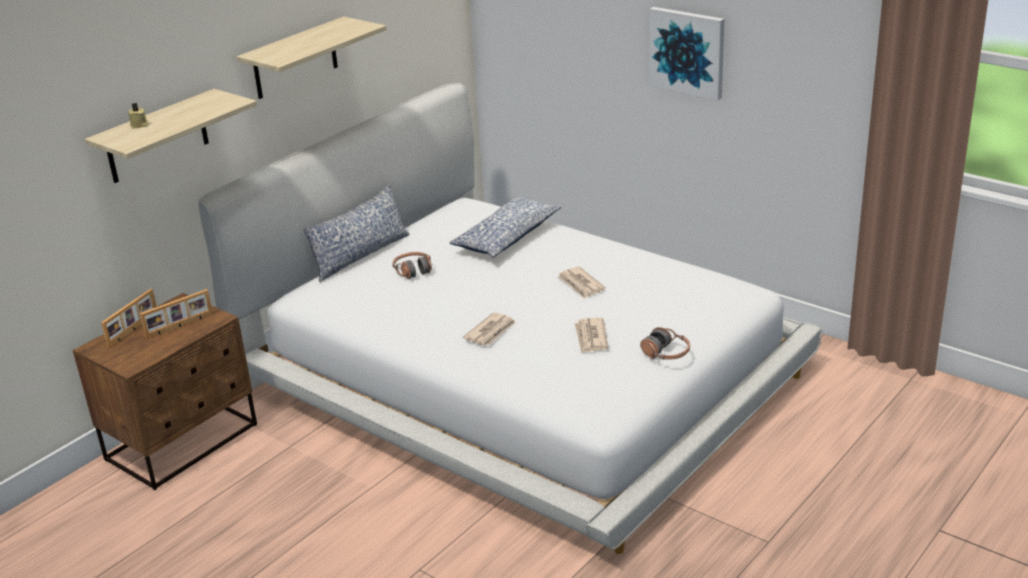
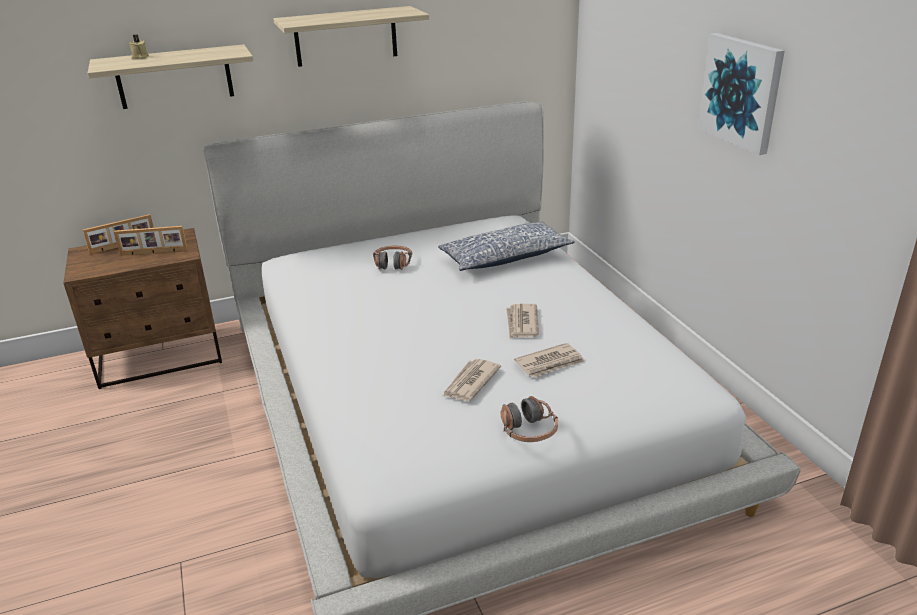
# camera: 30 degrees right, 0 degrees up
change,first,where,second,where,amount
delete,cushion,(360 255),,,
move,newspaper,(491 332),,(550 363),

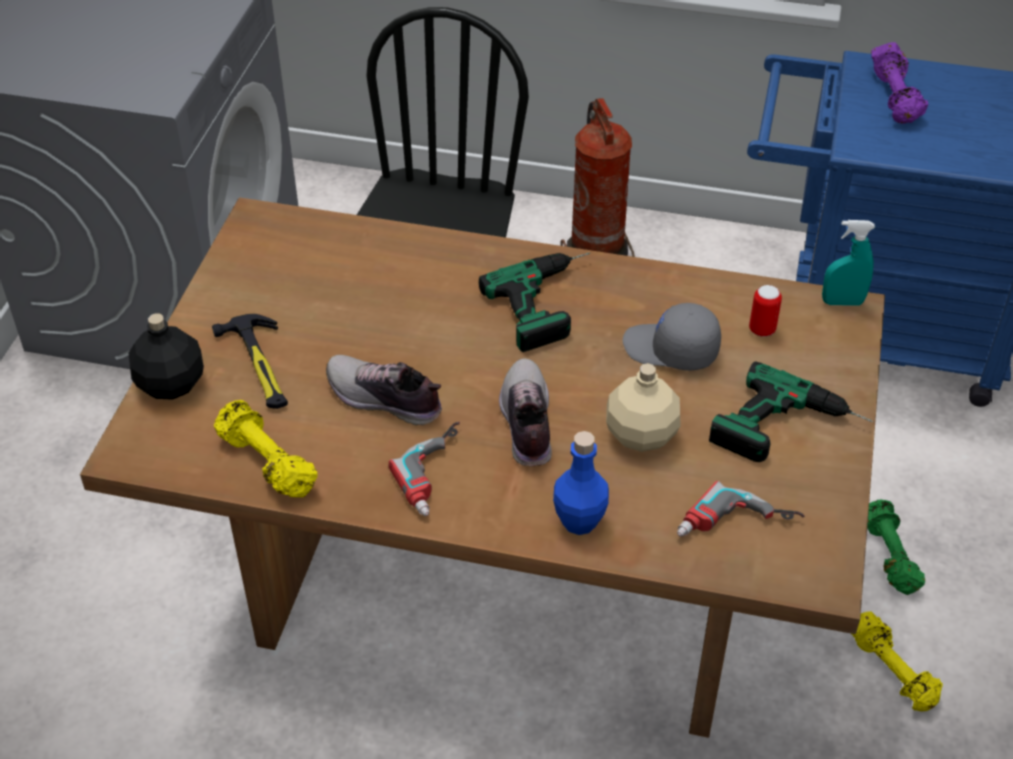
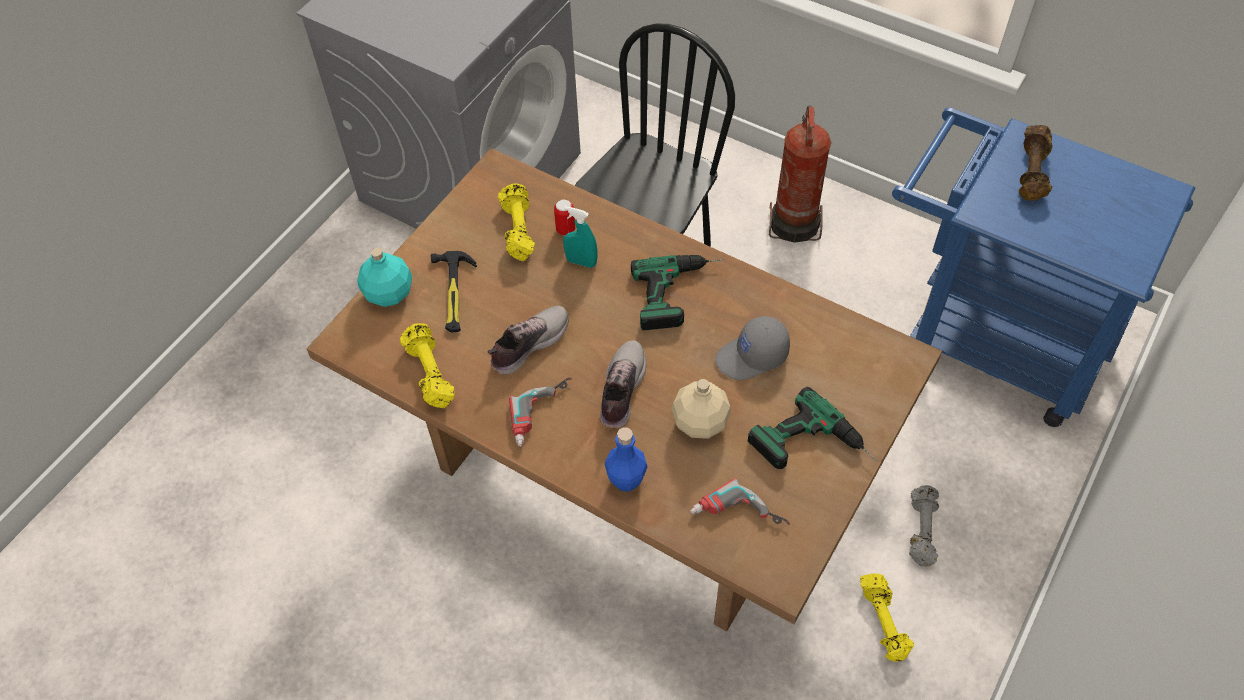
# camera: 20 degrees right, 10 degrees up
change,first,where,second,where,amount
insert,,,yellow_free_weight,(517 230),
move,can,(762 330),,(565 230),
move,turquoise-coloured_sprayer,(842 302),,(581 262),
recolor,black_bottle,(171 385),turquoise-coloured_bottle,(389 294),
recolor,greenish_free_weight,(888 556),greyish_free_weight,(920 530),
recolor,purplish_free_weight,(895 97),brown-coloured_free_weight,(1033 173),
rotate,shoe,(384 400),,(528 345),90 degrees clockwise
rotate,greyish_baseball_cap,(670 350),,(752 357),60 degrees counterclockwise

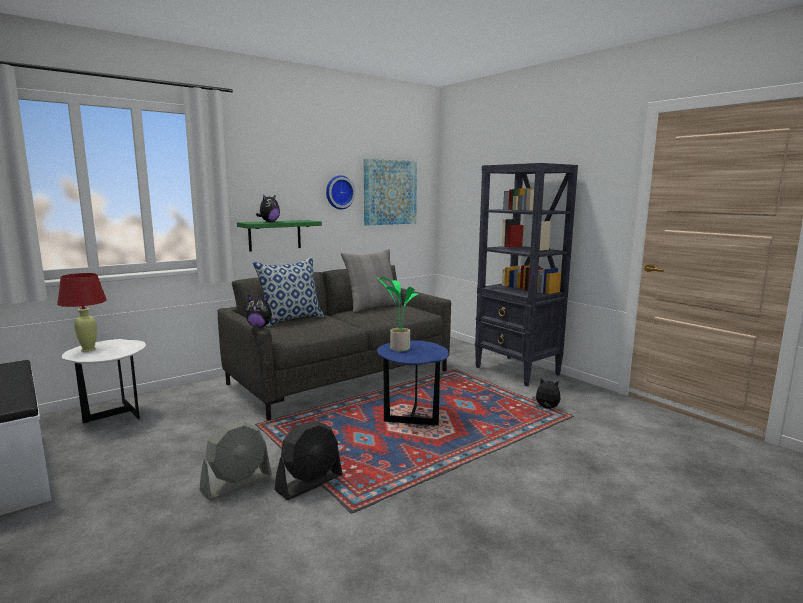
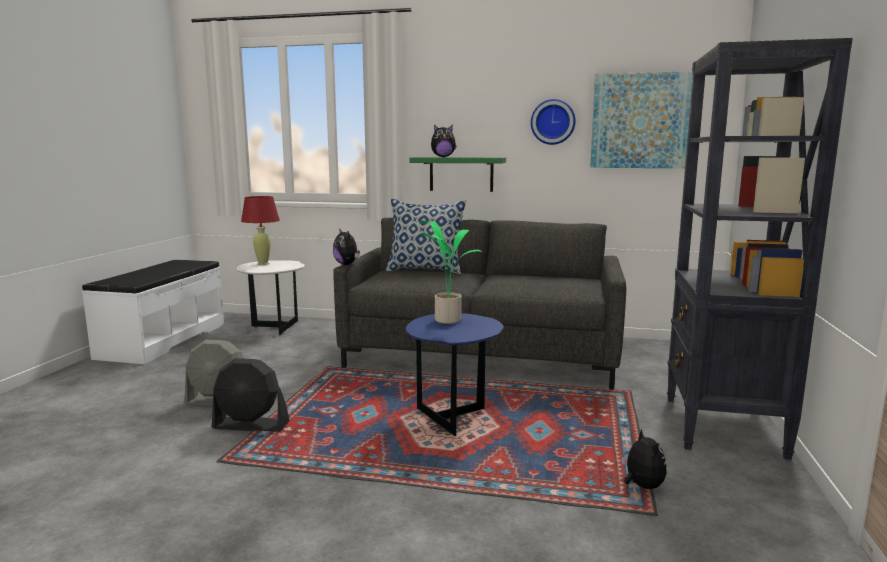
# camera: 50 degrees right, 0 degrees up
change,first,where,second,where,amount
delete,greyish_cushion,(372 307),,,

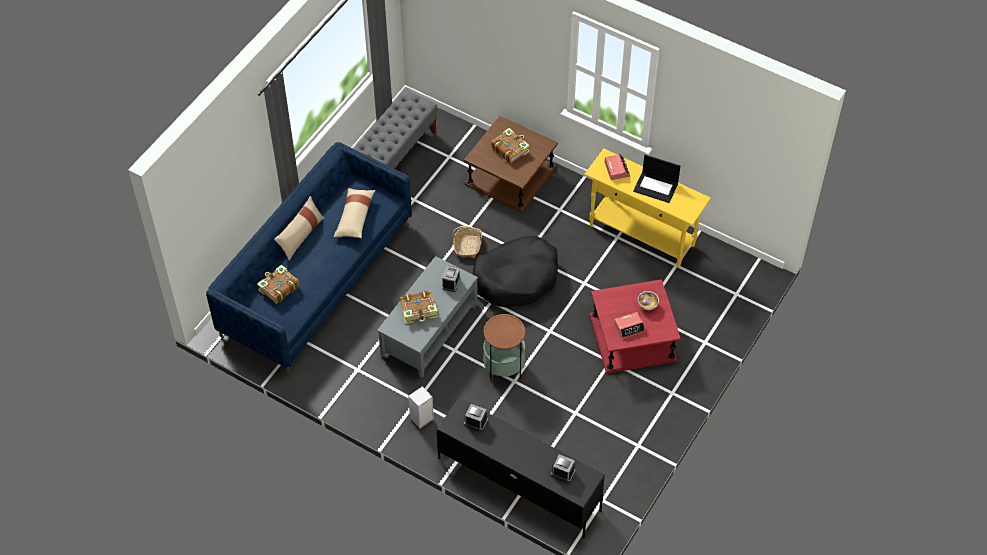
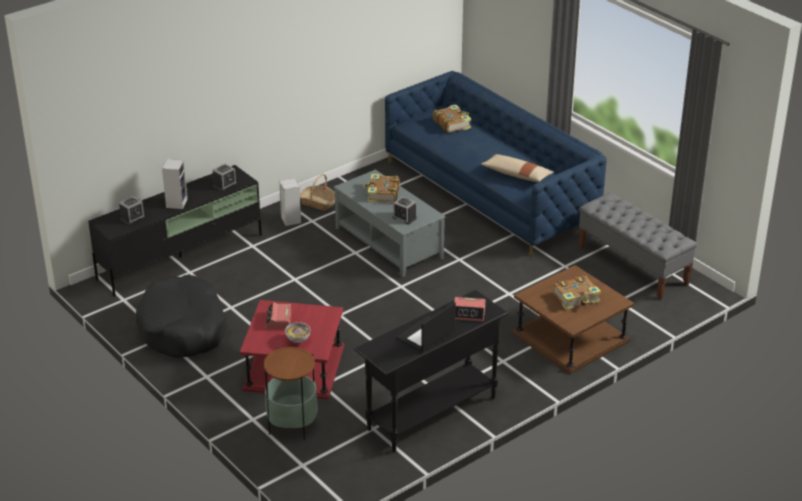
# camera: 110 degrees right, 20 degrees down
change,first,where,second,where,amount
delete,sand-coloured_cushion,(301 236),,,
insert,,,speaker,(176 202),
move,household_basket,(468 246),,(318 203),
move,black_dog_bed,(516 278),,(183 329),
move,accent_table,(504 367),,(292 425),
recolor,yellow_hall_table,(642 236),black_hall_table,(431 413),

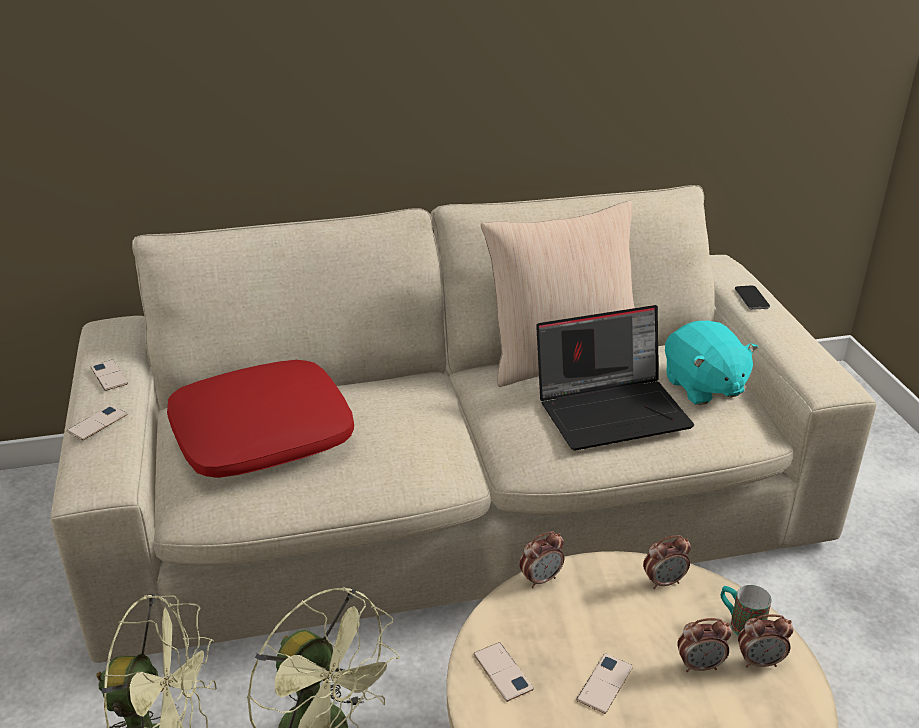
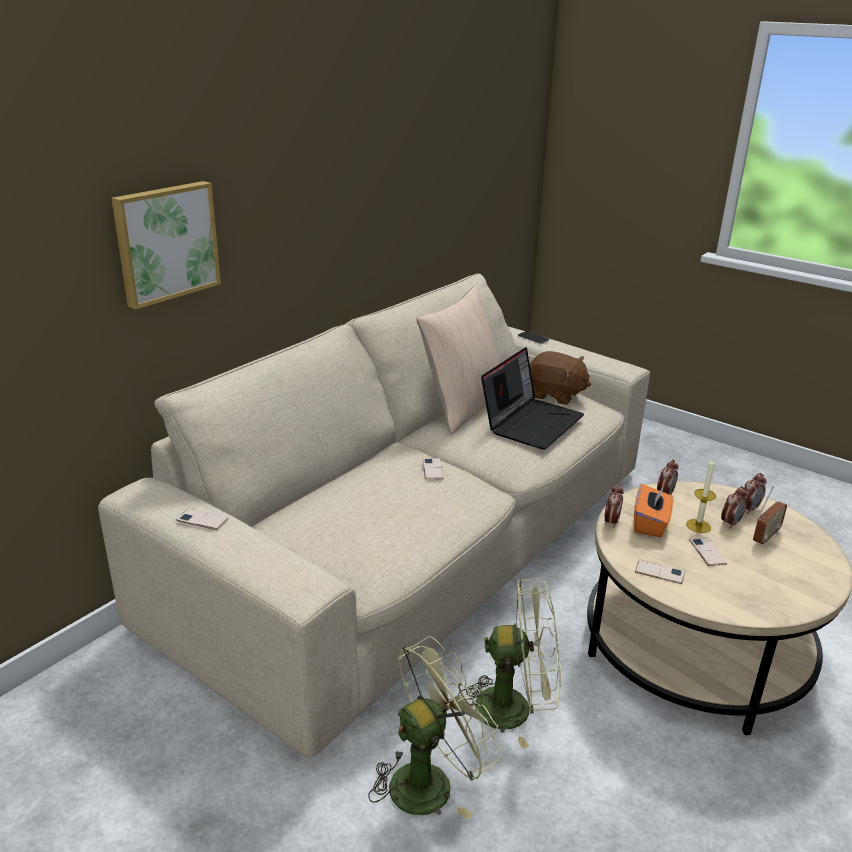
# camera: 40 degrees left, 5 degrees down
change,first,where,second,where,amount
delete,red-coloured_cushion,(262 434),,,
delete,mug,(739 624),,,
insert,,,wall_art,(165 242),
insert,,,orange_tissue_box,(650 524),
insert,,,wax_candle,(698 526),
insert,,,radio,(765 537),
move,phone,(97 423),,(432 469),
recolor,turquoise-coloured_plush_toy,(703 387),brown-coloured_plush_toy,(555 395),

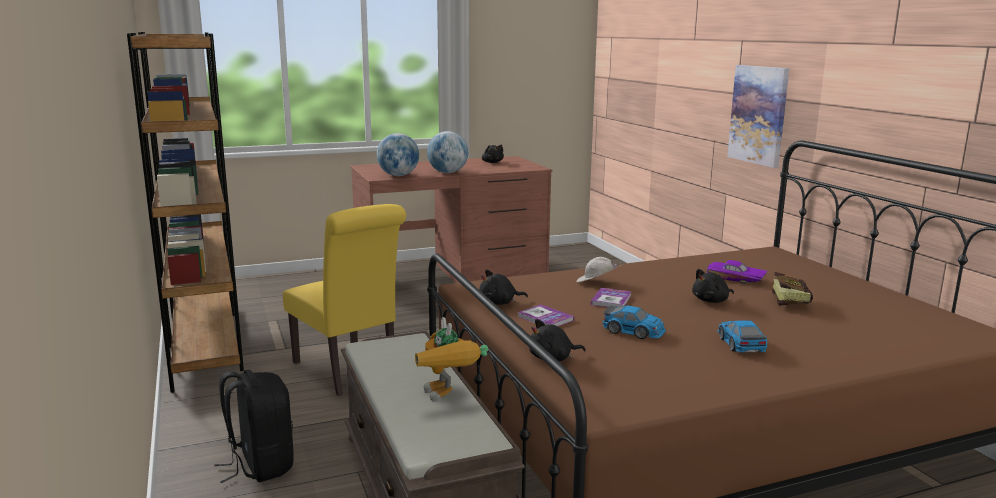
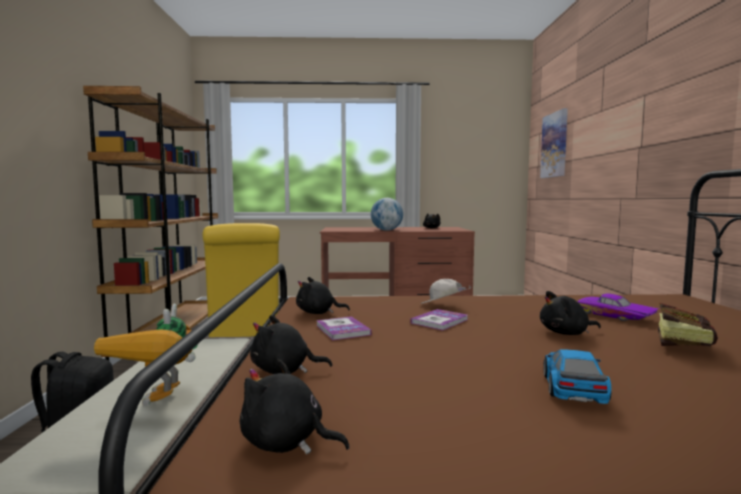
# camera: 20 degrees right, 10 degrees down
change,first,where,second,where,amount
delete,world_globe,(398 175),,,
delete,model_car,(633 331),,,
insert,,,black_plush_toy,(286 443),
move,wall_art,(758 115),,(555 145),

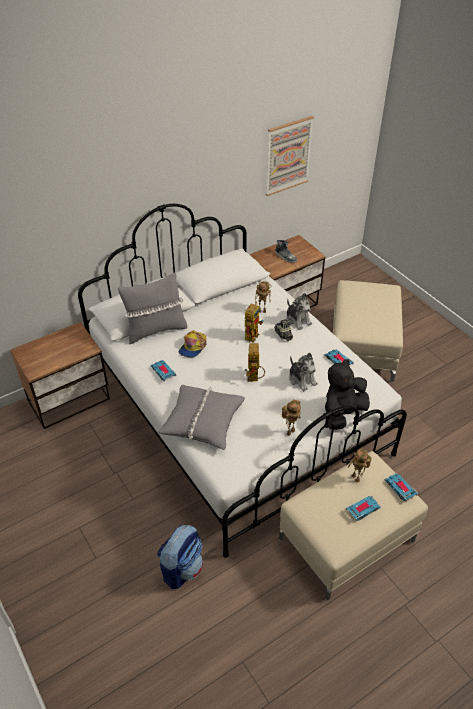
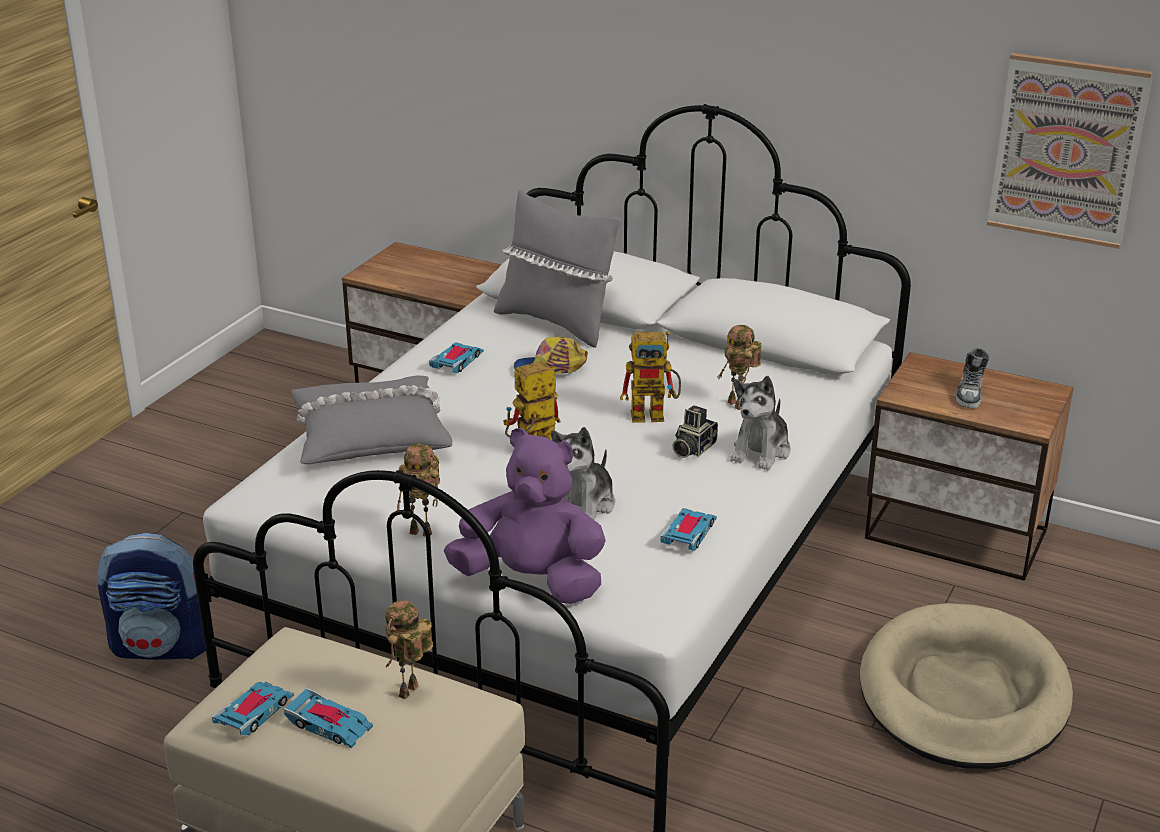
# camera: 60 degrees right, 15 degrees down
change,first,where,second,where,amount
move,model_car,(400 488),,(254 712),
replace,sand-coloured_ottoman,(363 348),sand-coloured_dog_bed,(962 694),
recolor,black_plush_toy,(342 413),purplish_plush_toy,(531 581),

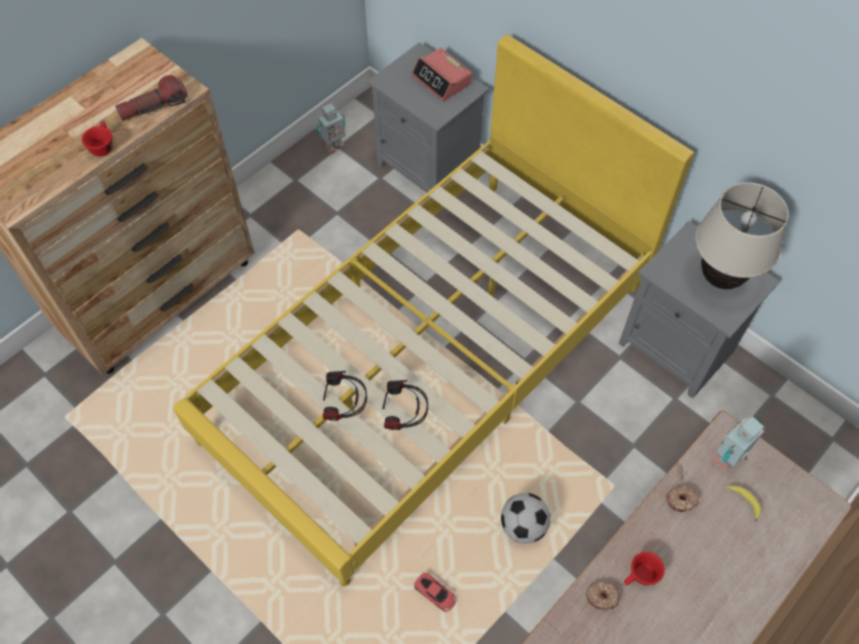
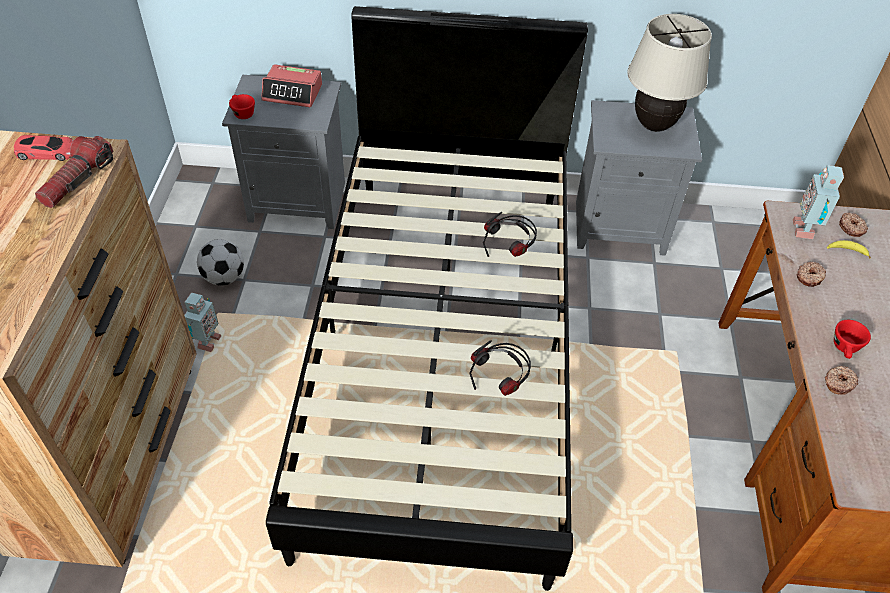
# camera: 40 degrees left, 10 degrees down
change,first,where,second,where,amount
insert,,,donut,(851 228),
move,red-coloured_cup,(102 146),,(242 113),
move,toy_robot,(333 146),,(207 342),
move,headphones,(345 408),,(510 252),
move,red-coloured_model_car,(435 593),,(48 152),
move,ball_for_football,(523 526),,(224 278),
recolor,yellow_bed,(430 360),black_bed,(443 349),

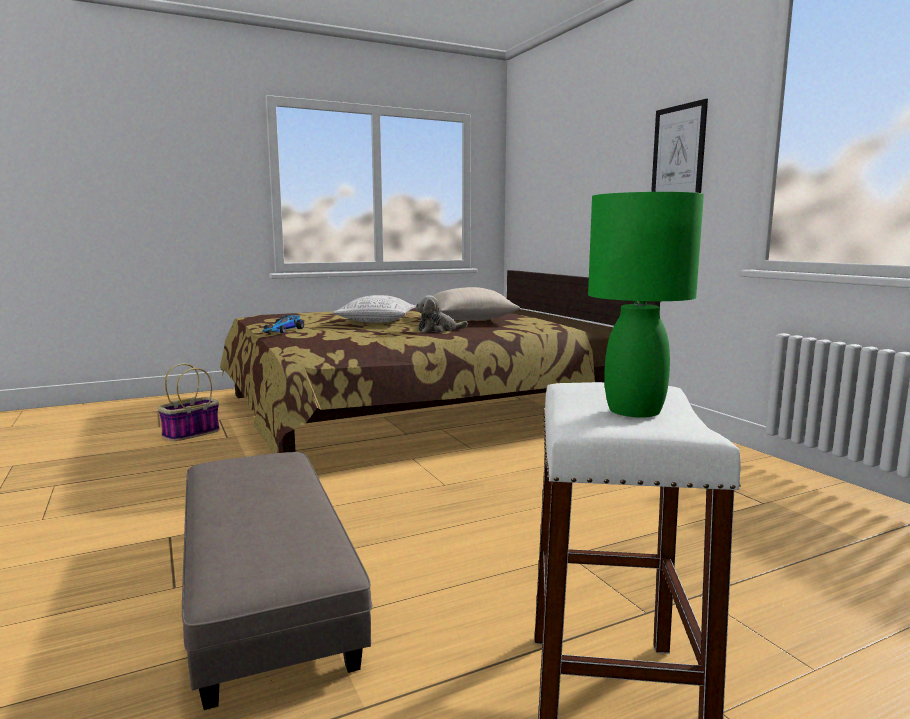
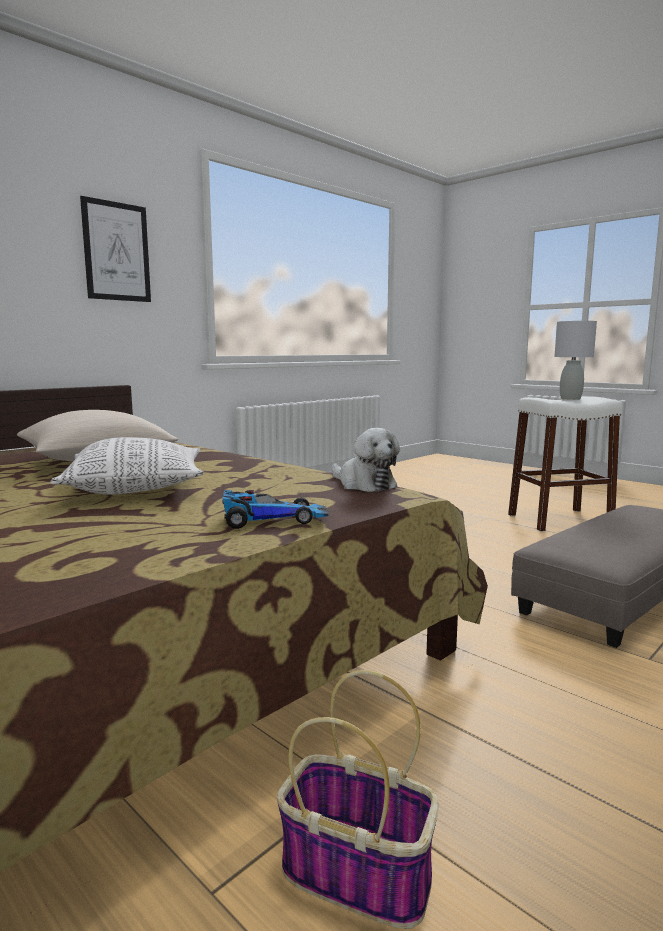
# camera: 110 degrees left, 0 degrees up
change,first,where,second,where,amount
move,plush_toy,(438 330),,(363 484),
recolor,greenish_tabletop_lamp,(634 411),greyish_tabletop_lamp,(570 399),

